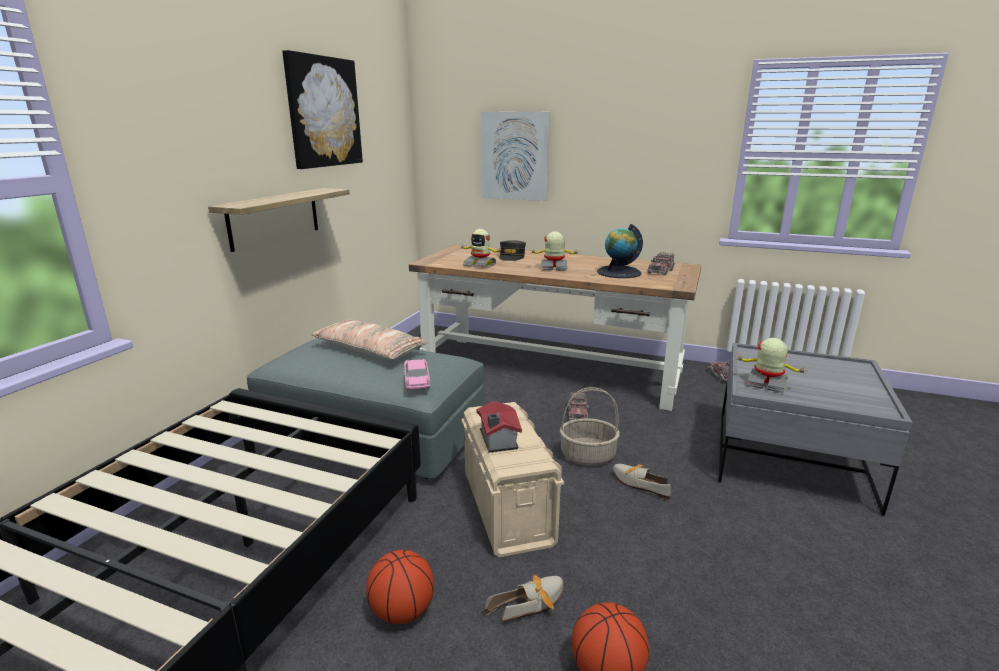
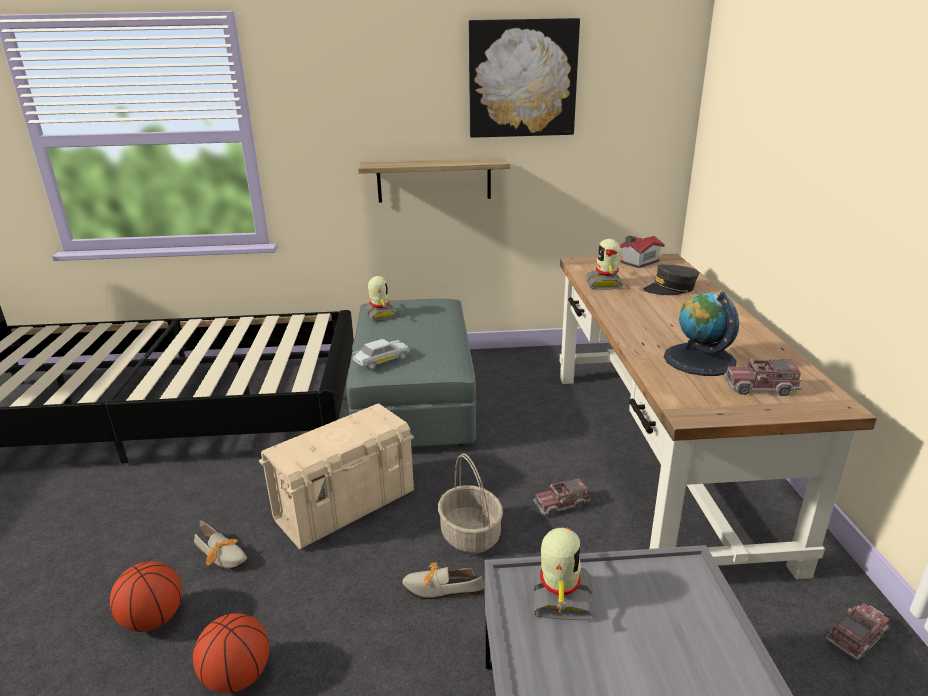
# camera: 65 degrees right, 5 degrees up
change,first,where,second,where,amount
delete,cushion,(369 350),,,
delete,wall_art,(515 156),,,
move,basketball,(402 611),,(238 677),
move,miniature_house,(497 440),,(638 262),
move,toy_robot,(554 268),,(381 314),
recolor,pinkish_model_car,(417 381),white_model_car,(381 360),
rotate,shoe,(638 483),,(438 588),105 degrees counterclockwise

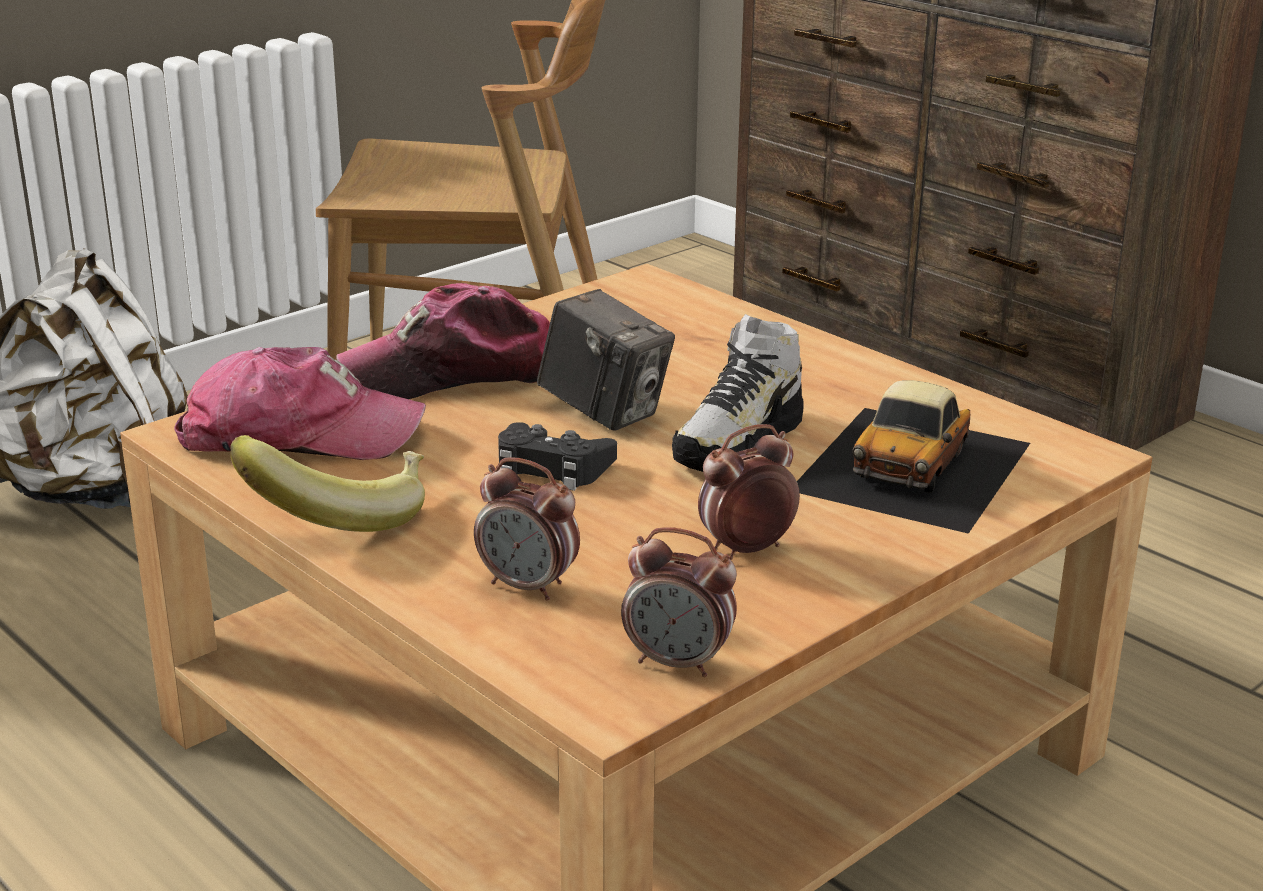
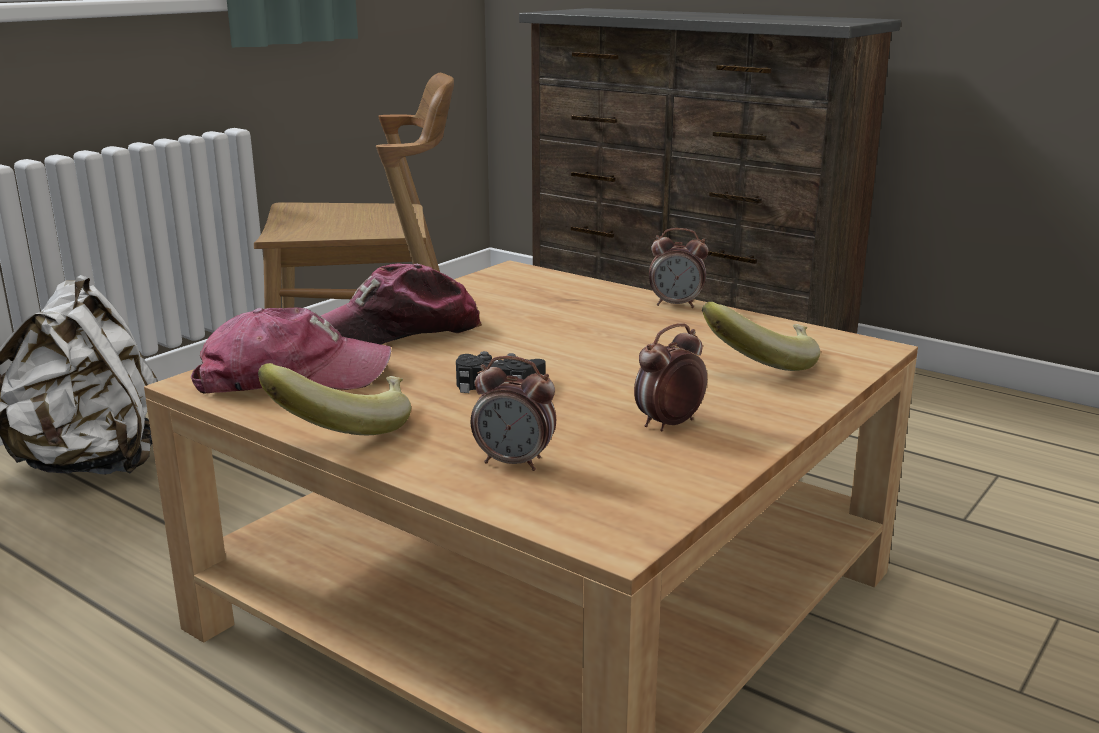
# camera: 10 degrees left, 5 degrees down
change,first,where,second,where,amount
delete,still_camera,(605 412),,,
delete,shoe,(739 444),,,
move,bedside_clock,(678 663),,(676 304),
replace,model_car,(914 466),whole_banana,(760 363),

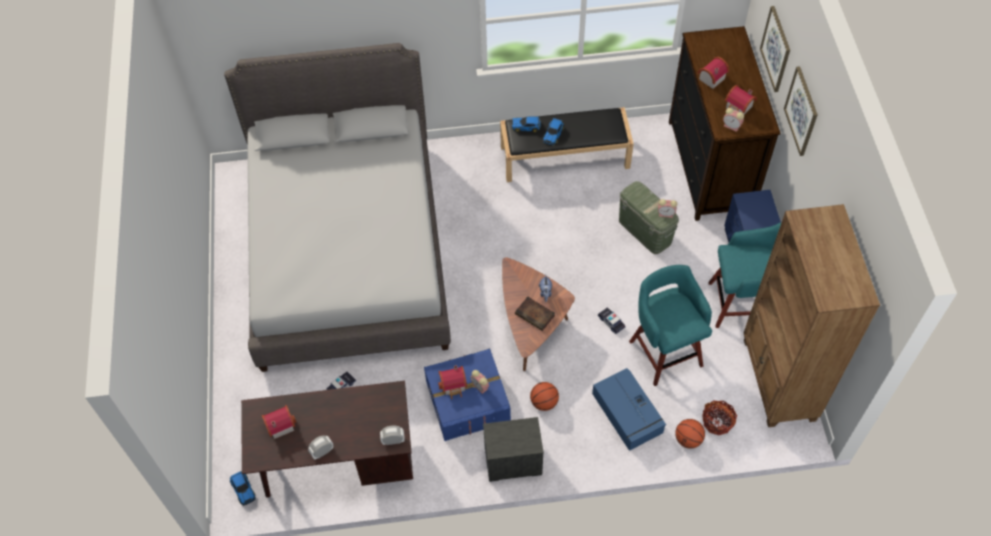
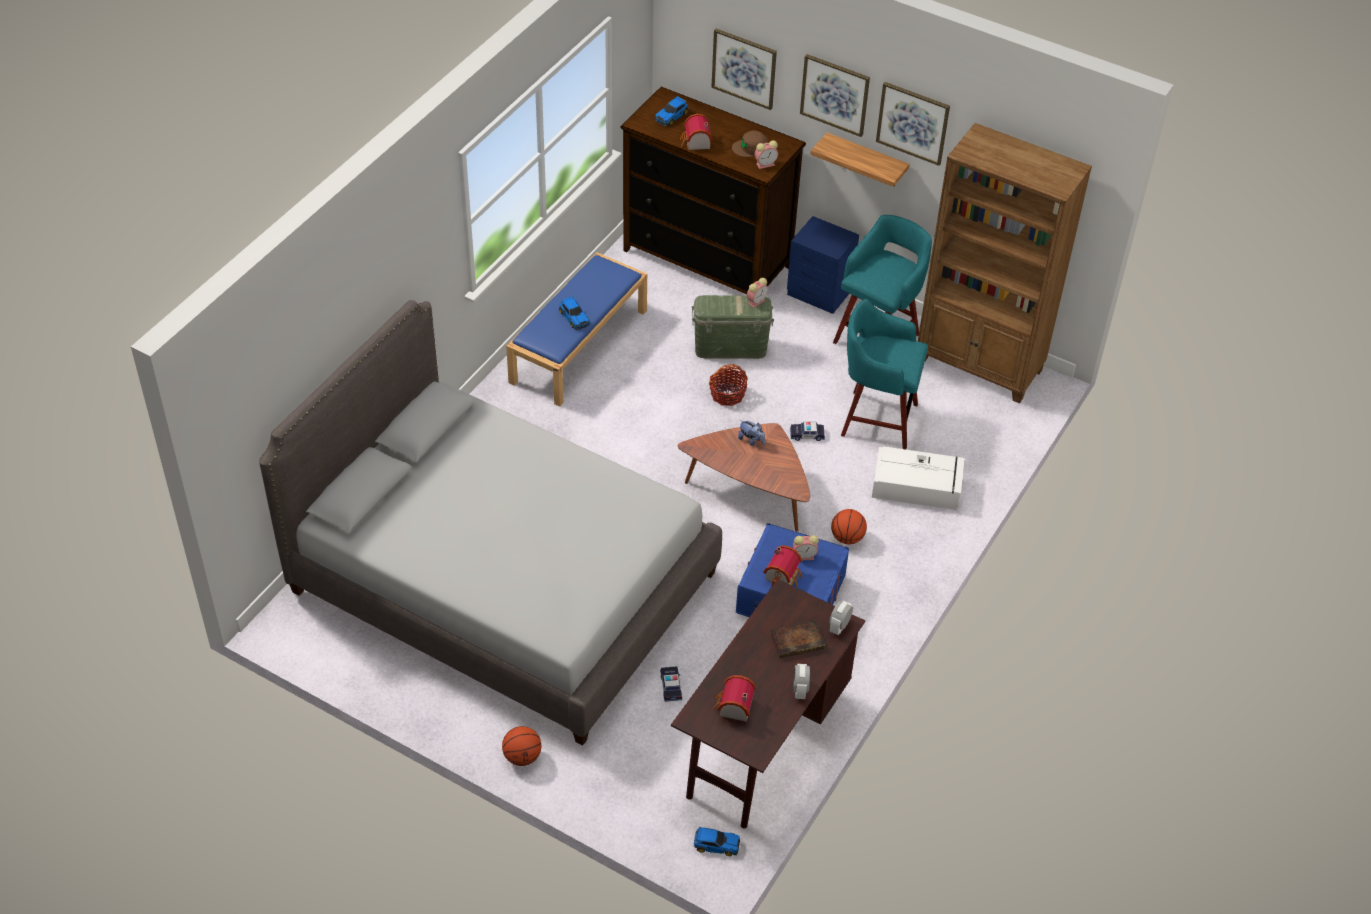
# camera: 55 degrees left, 10 degrees down
change,first,where,second,where,amount
delete,night_table,(512 461),,,
insert,,,wall_shelf,(866 161),
insert,,,wall_art,(913 122),
move,model_car,(526 126),,(672 116),
move,bound_book,(535 315),,(798 641),
move,basketball,(688 439),,(522 756),
move,household_basket,(717 422),,(727 394),
replace,miniature_house,(738 108),brown-coloured_baseball_cap,(750 148),
recolor,black_long_seat,(565 156),blue-coloured_long_seat,(579 345),
recolor,blue-coloured_storage_bin,(628 414),white_storage_bin,(917 486),

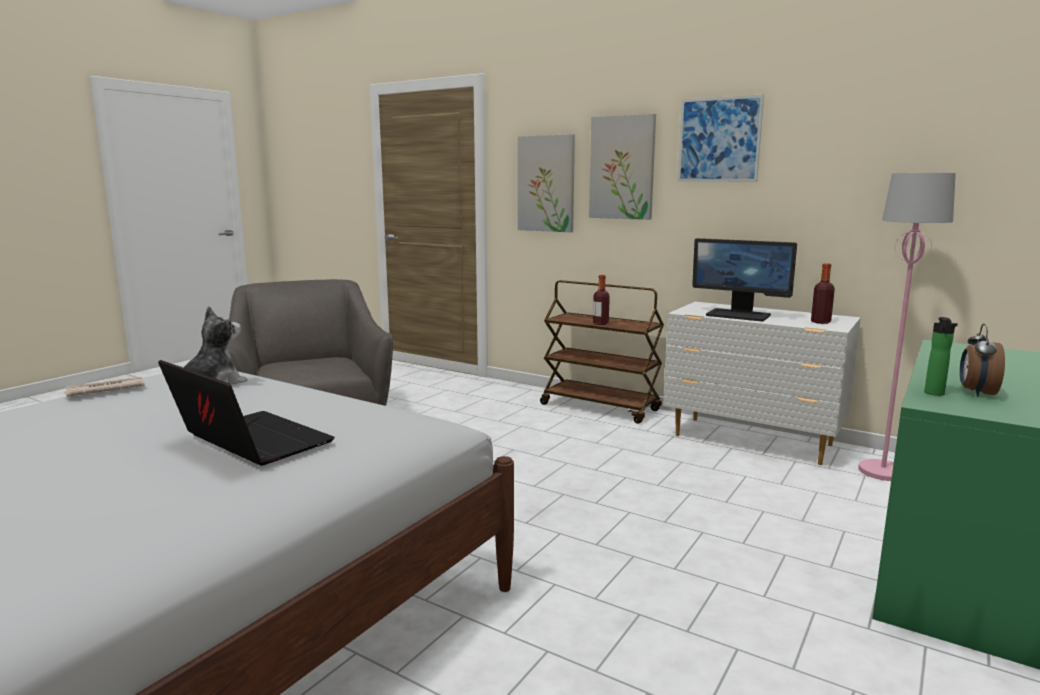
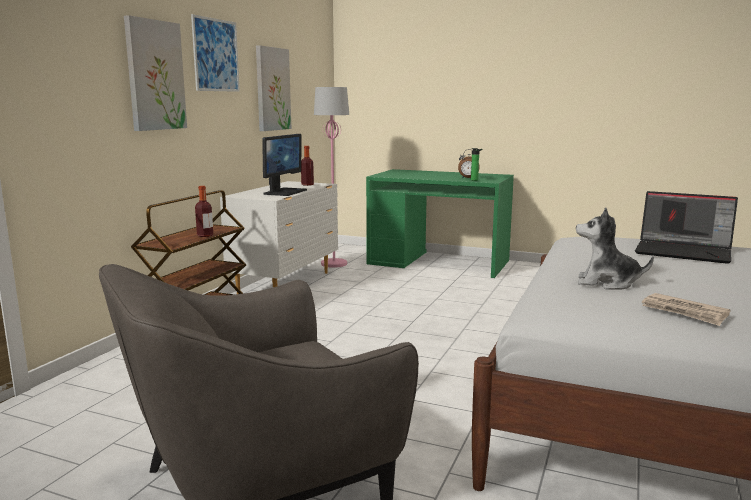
# camera: 100 degrees left, 0 degrees up
change,first,where,second,where,amount
move,wall_art,(546 184),,(272 89),
rotate,notebook_computer,(249 442),,(684 252),90 degrees counterclockwise

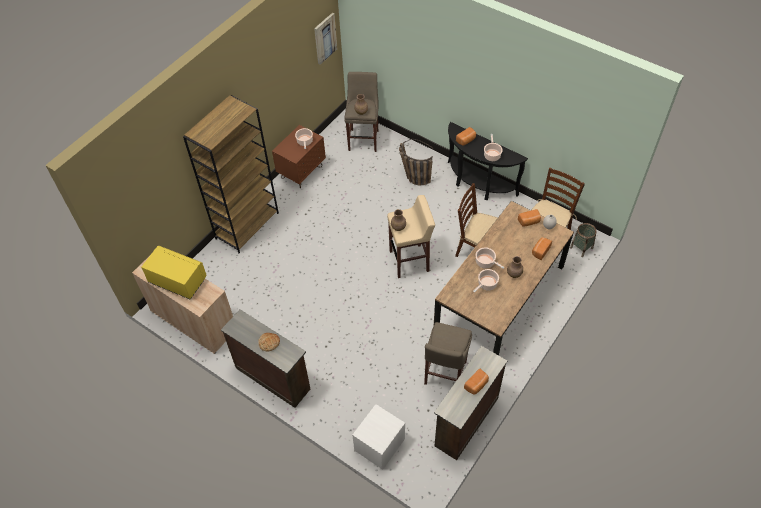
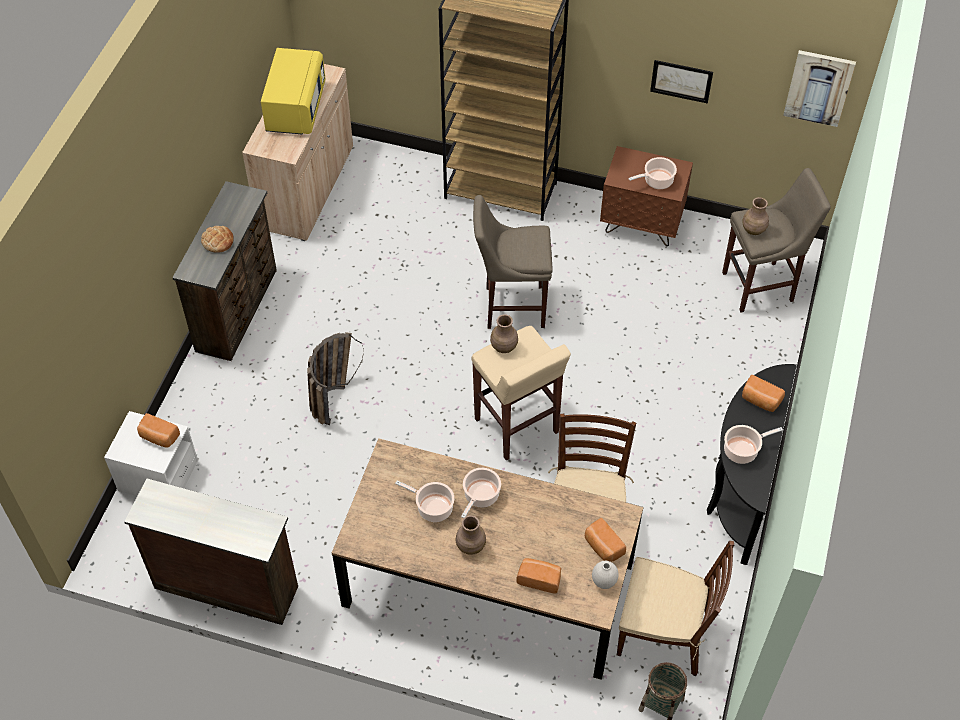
# camera: 70 degrees right, 0 degrees up
change,first,where,second,where,amount
insert,,,wall_art,(681 81),
move,household_basket,(413 176),,(333 396),
move,sand-coloured_sitting_stool,(444 375),,(511 306),
move,bread,(476 385),,(159 437),

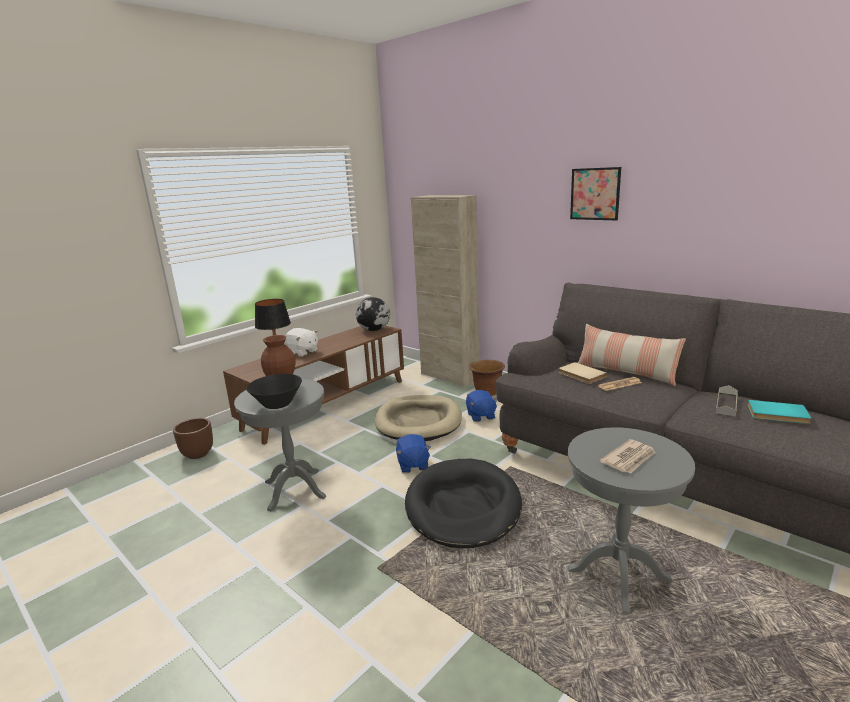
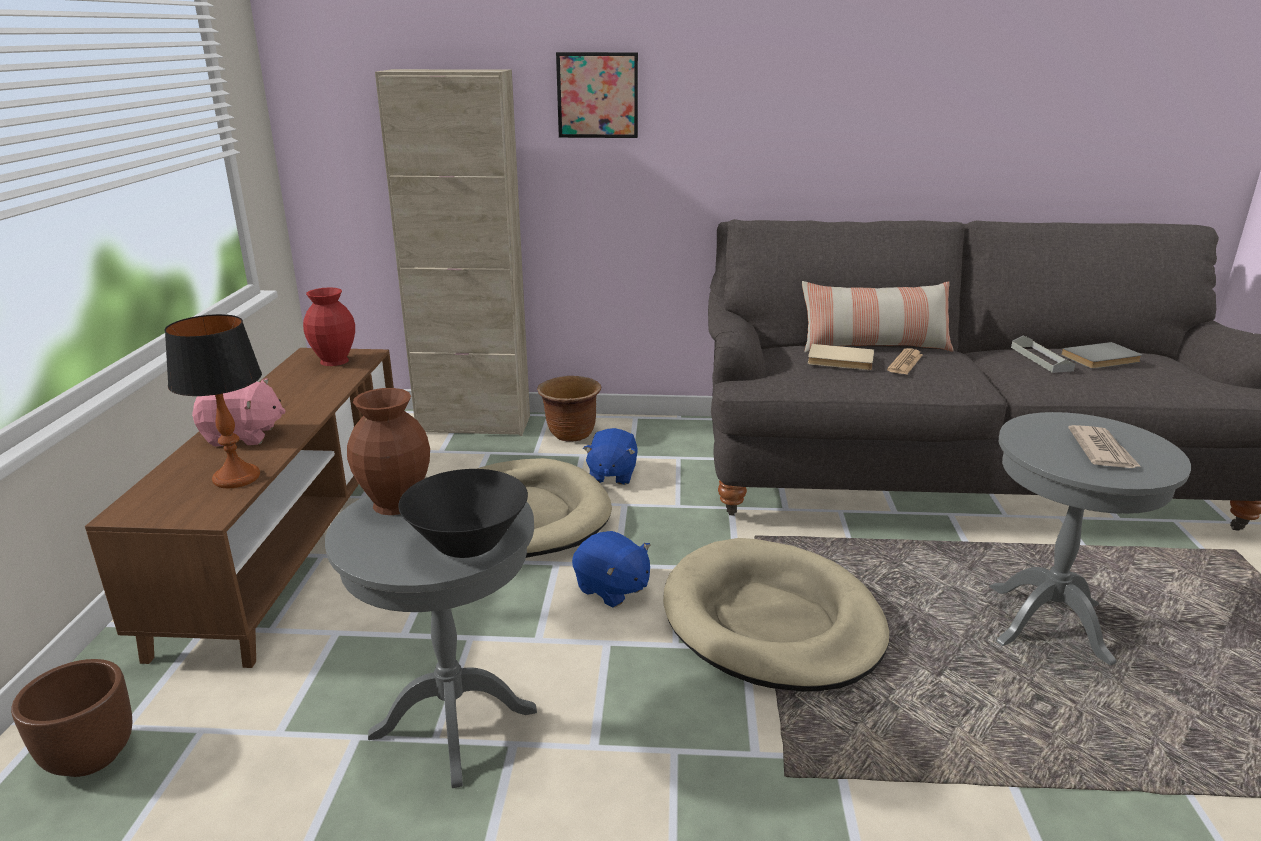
# camera: 40 degrees left, 5 degrees up
change,first,where,second,where,amount
move,wall_art,(595 194),,(597 95),
replace,world_globe,(374 330),red-coloured_decorative_vase,(335 361),
recolor,white_plush_toy,(302 352),pinkish_plush_toy,(243 436),
recolor,black_dog_bed,(463 506),sand-coloured_dog_bed,(772 621),
recolor,turquoise-coloured_bound_book,(778 414),greyish_bound_book,(1102 359),
rotate,blue-coloured_plush_toy,(480 416),,(611 475),60 degrees clockwise

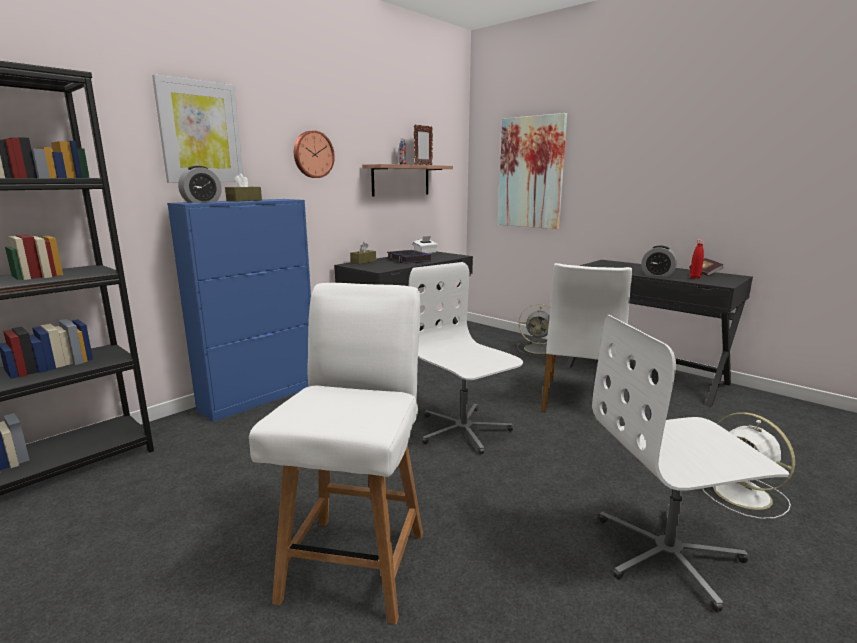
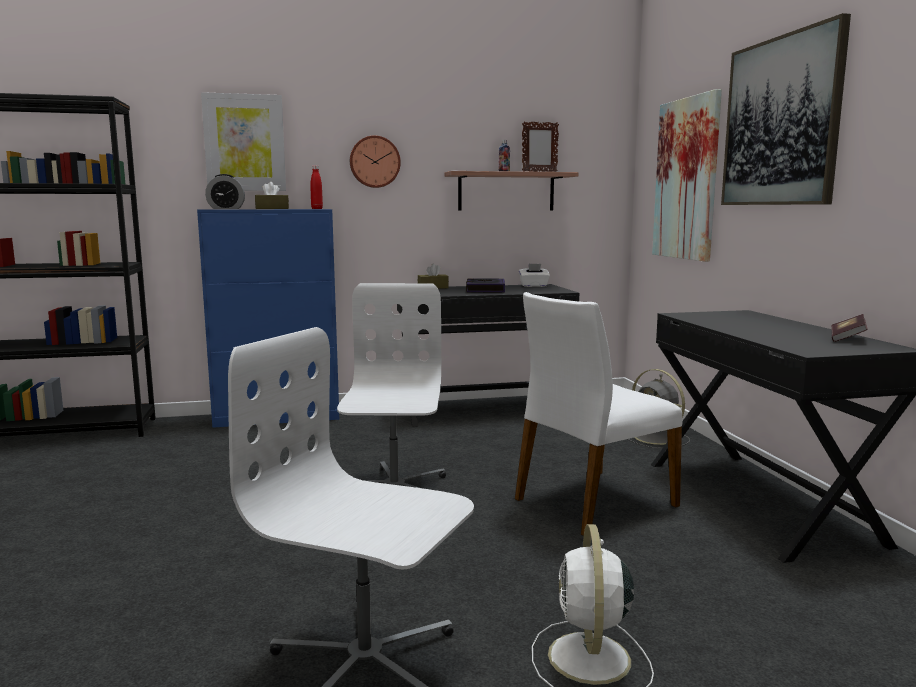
# camera: 35 degrees right, 5 degrees down
change,first,where,second,where,amount
delete,white_chair,(356 562),,,
delete,bedside_clock,(657 275),,,
insert,,,wall_art,(781 122),
move,red-coloured_bottle,(694 278),,(317 209),

